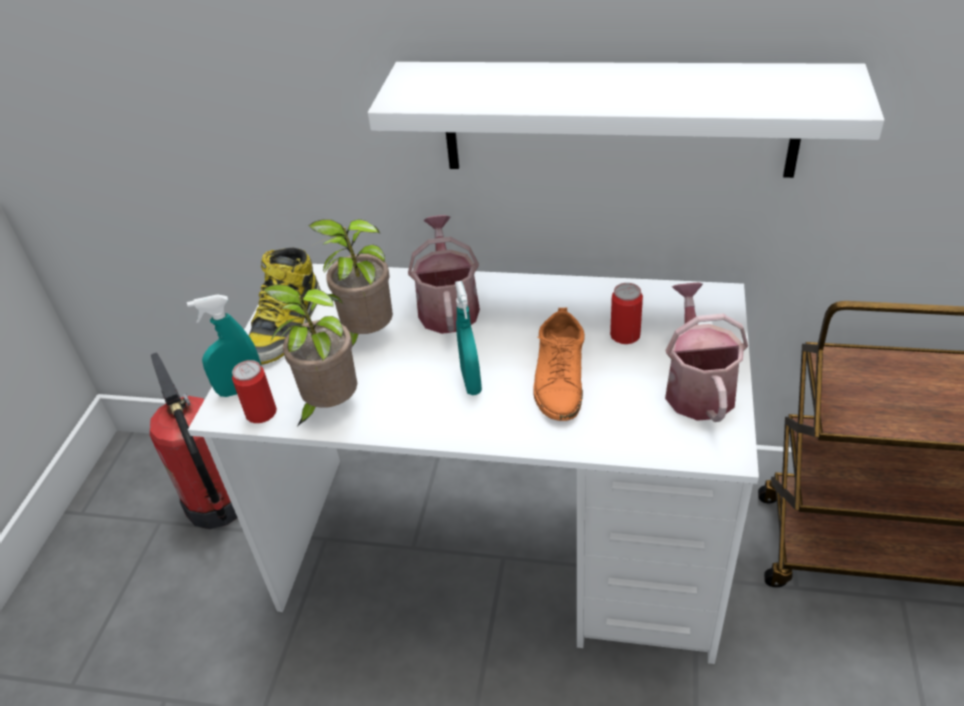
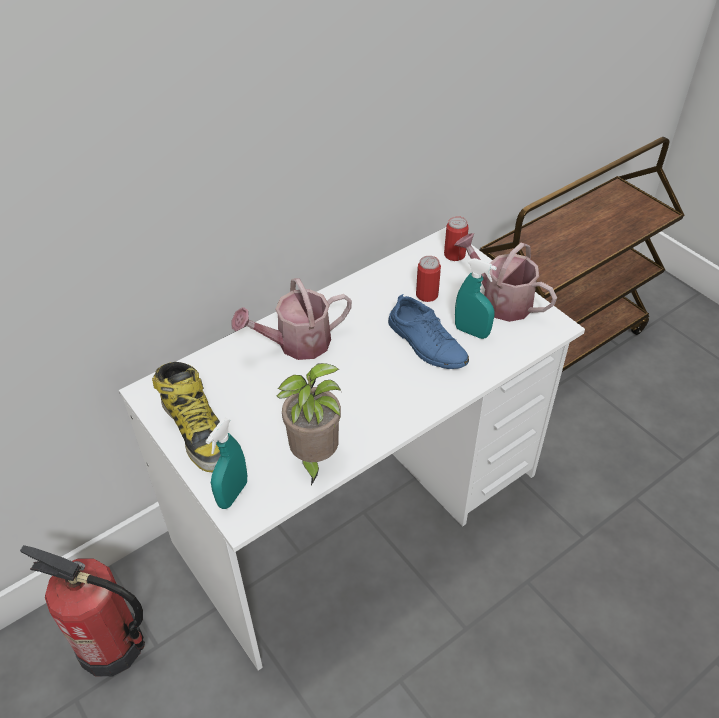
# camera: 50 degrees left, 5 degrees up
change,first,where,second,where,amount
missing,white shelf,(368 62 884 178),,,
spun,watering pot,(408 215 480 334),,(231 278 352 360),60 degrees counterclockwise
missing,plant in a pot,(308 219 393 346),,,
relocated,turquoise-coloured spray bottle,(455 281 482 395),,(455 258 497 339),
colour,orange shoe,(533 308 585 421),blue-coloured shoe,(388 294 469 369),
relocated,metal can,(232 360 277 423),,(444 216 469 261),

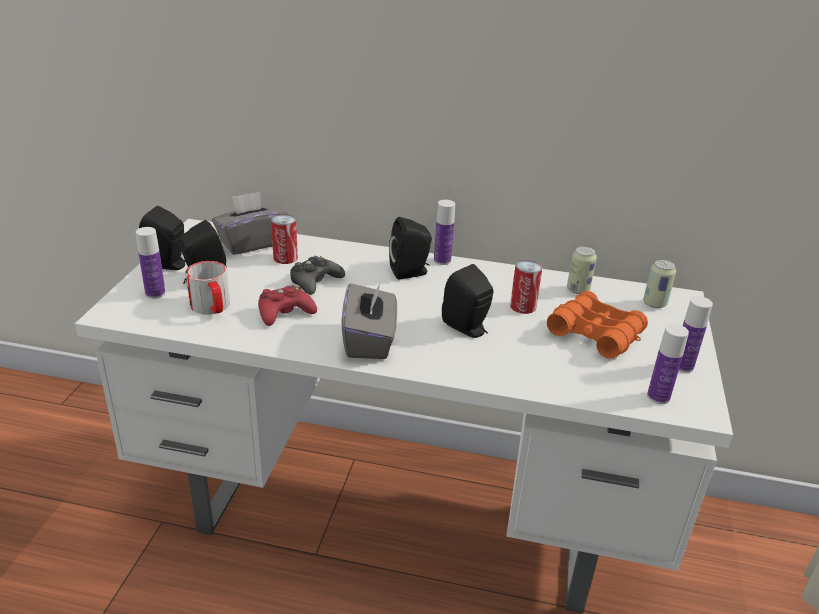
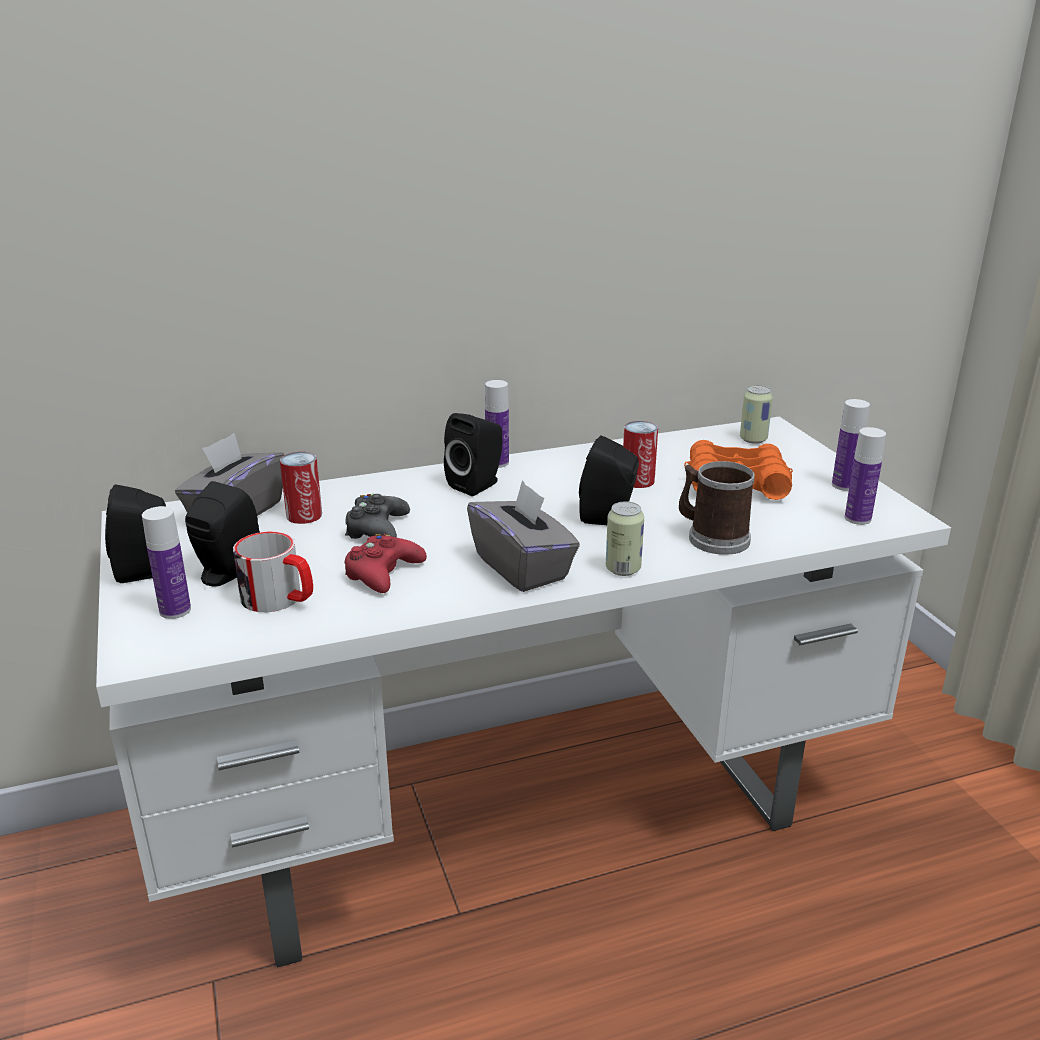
# camera: 30 degrees left, 5 degrees down
change,first,where,second,where,amount
relocated,metal can,(567 246 597 294),,(606 501 644 576),
appeared,,,tea mug,(679 461 755 555),

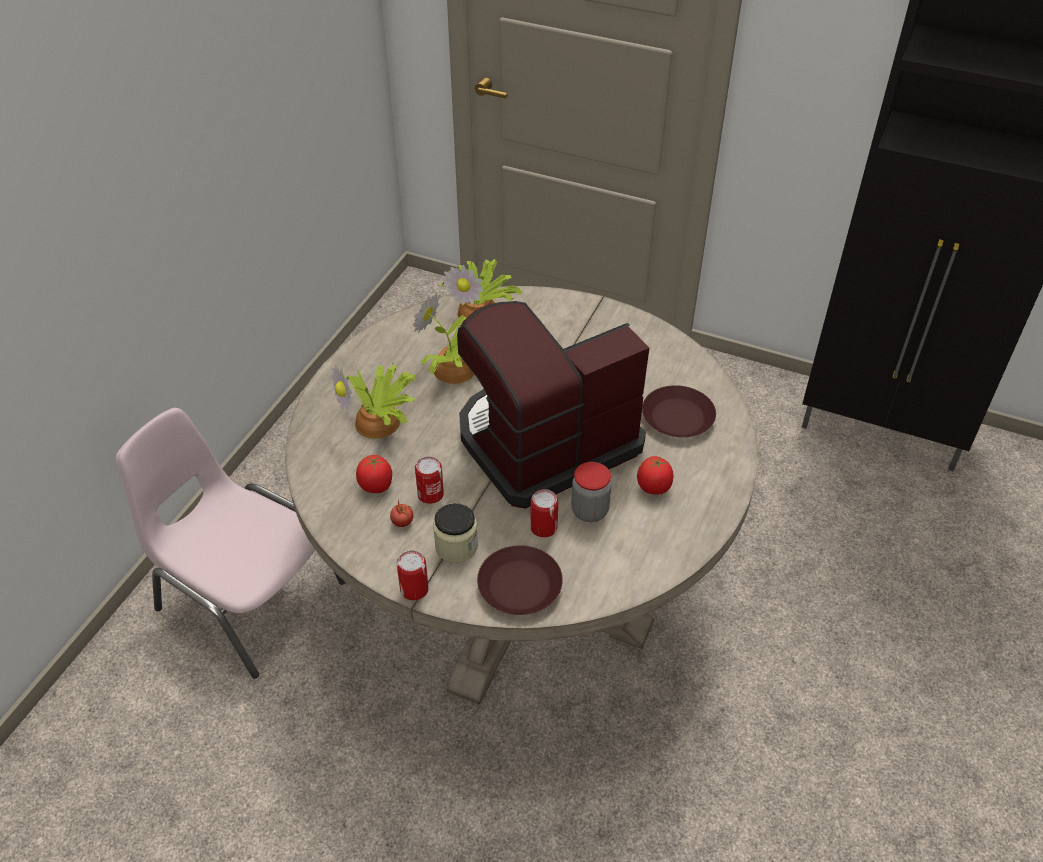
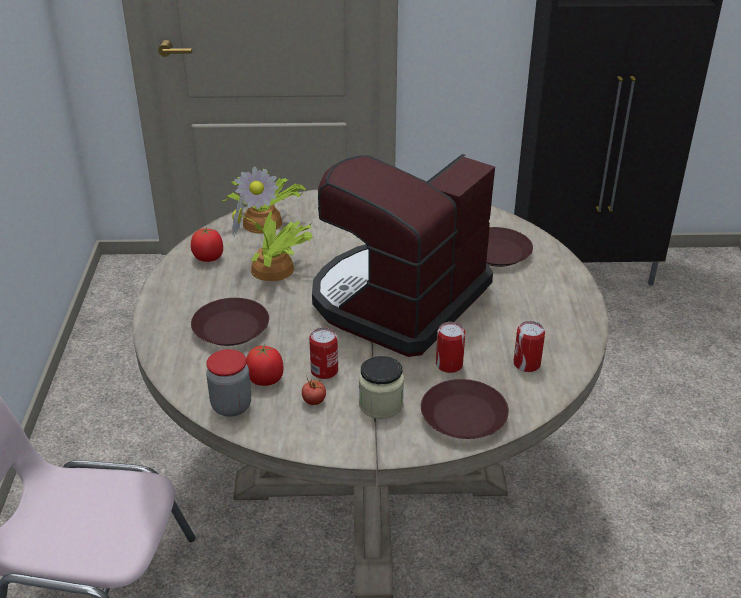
# camera: 25 degrees left, 10 degrees down
change,first,where,second,where,amount
exchanged,plant in a pot,(331 364 415 439),brown flat dish,(191 298 269 346),
relocated,whole tomato,(637 456 673 495),,(191 227 223 262),
relocated,preserve jar,(571 462 612 522),,(206 349 251 417),
relocated,metal can,(397 550 429 600),,(513 321 545 372),

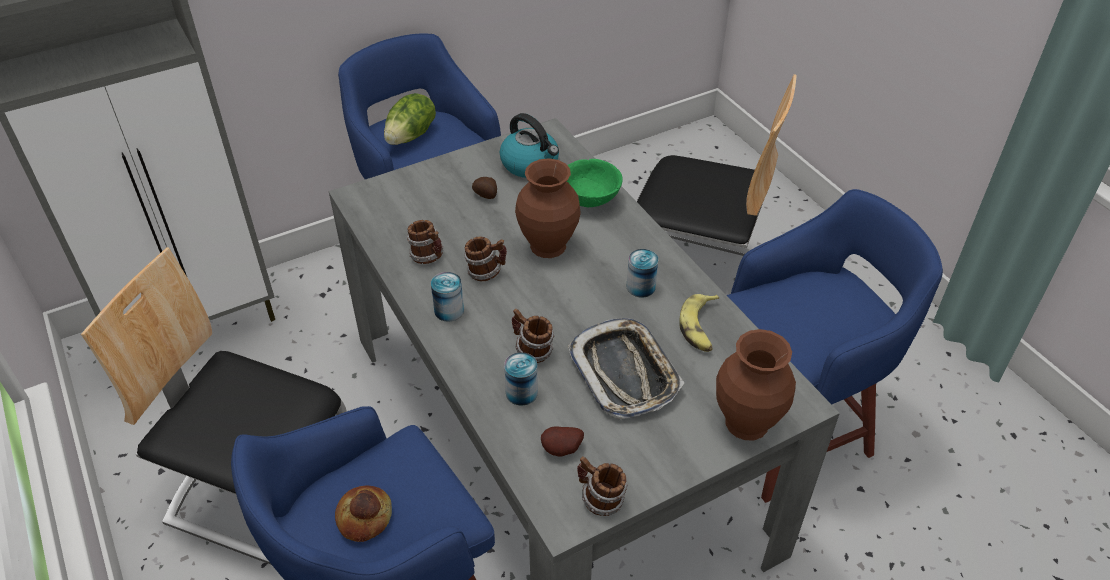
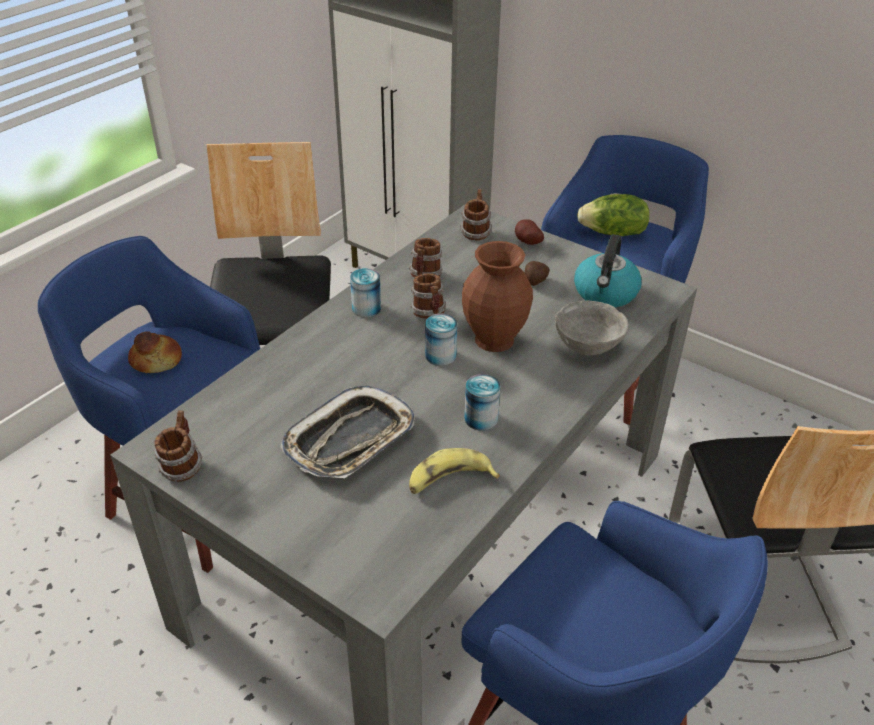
# camera: 65 degrees right, 5 degrees down
change,first,where,second,where,amount
colour,green-coloured deep dish,(567 159 623 208),gray deep dish,(555 301 629 355),
relocated,tea mug,(512 309 555 363),,(460 189 492 240),
missing,brown decorative vase,(716 329 796 440),,,
relocated,metal can,(504 352 538 406),,(425 314 457 366),
relocated,potato,(541 426 584 457),,(515 219 544 245),

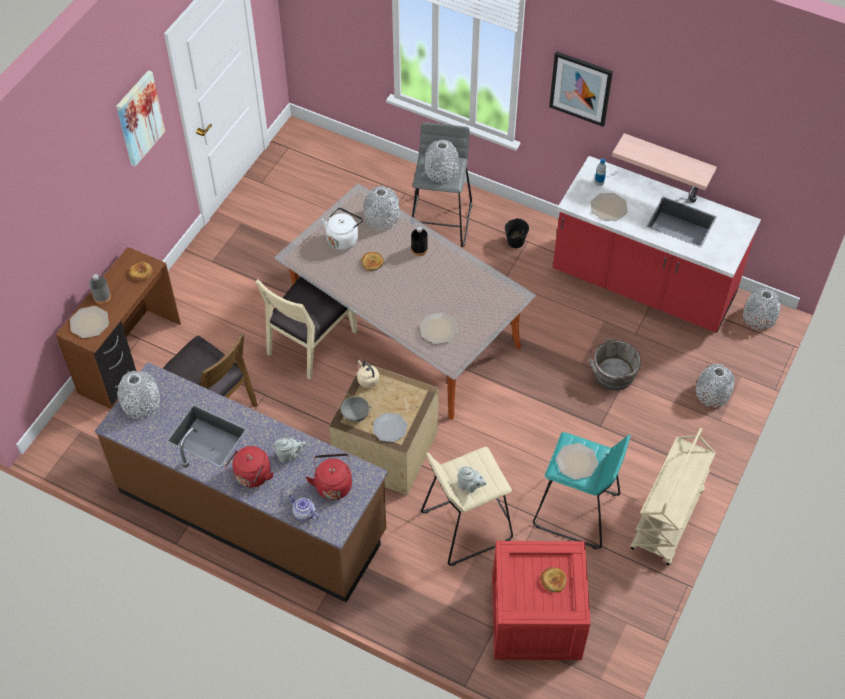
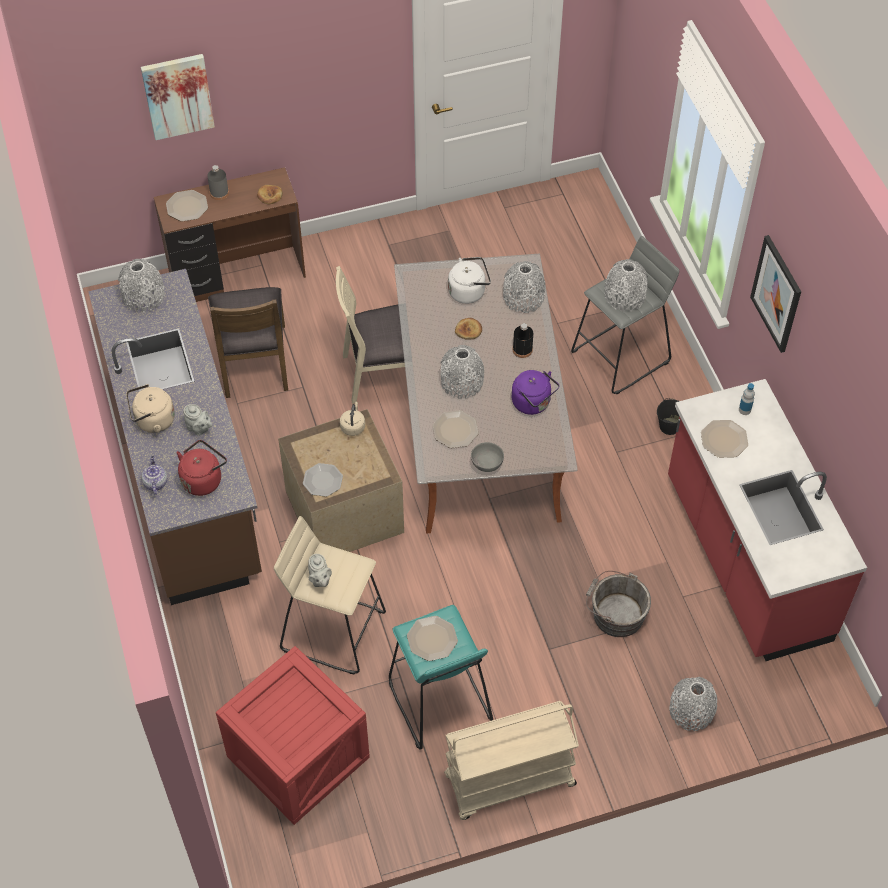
# camera: 45 degrees right, 0 degrees up
change,first,where,second,where,amount
relocated,picture,(116 70 165 166),,(141 54 215 140),
missing,shelf,(612 133 717 190),,,
relocated,gray decorative vase,(743 288 781 330),,(440 345 484 399),
relocated,gray deep dish,(341 396 369 422),,(471 442 504 472),
colour,red water kettle,(225 446 274 487),beige water kettle,(126 384 175 433),
missing,bakery bread,(540 567 567 592),,,
appeared,,,purplish water kettle,(512 370 559 415),

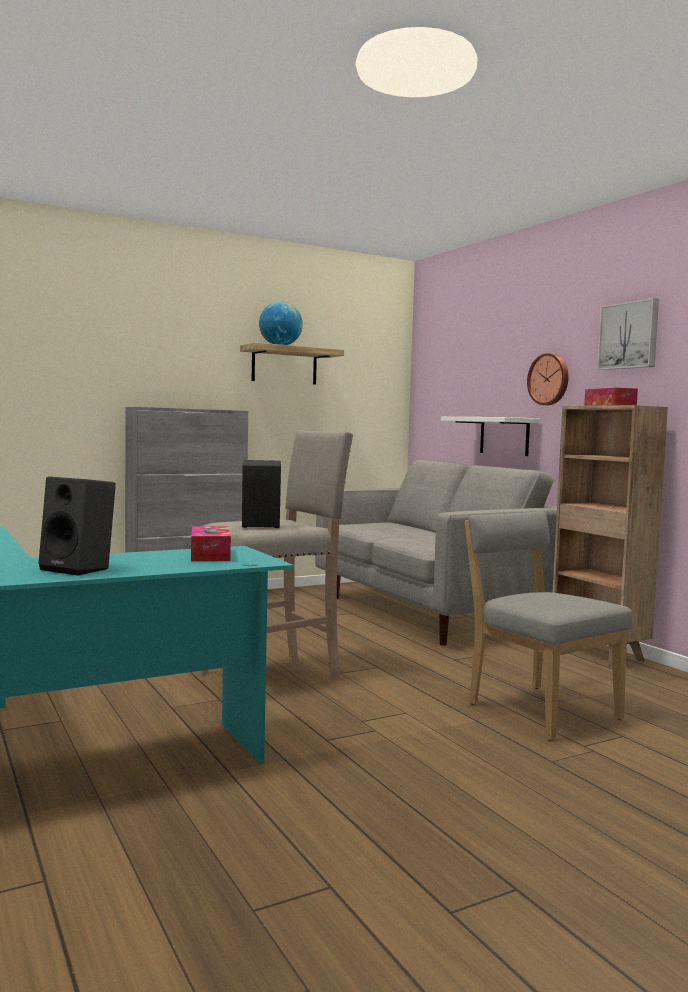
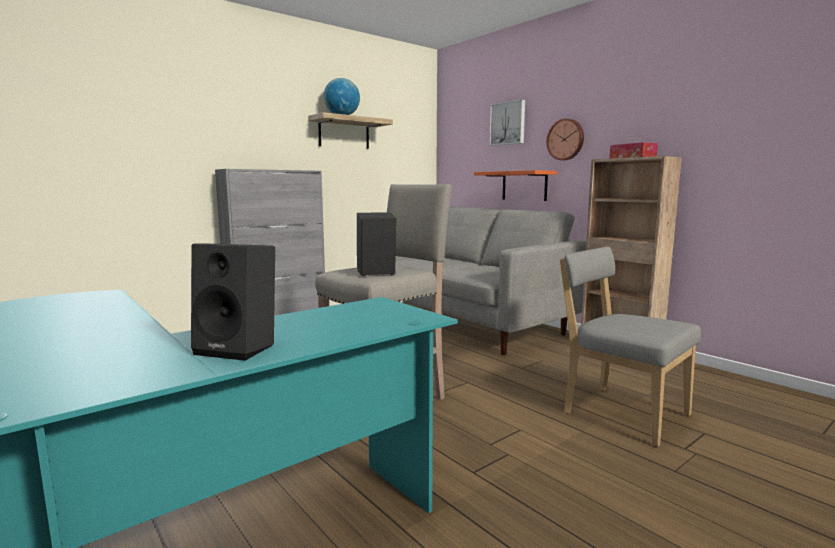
# camera: 10 degrees left, 5 degrees up
change,first,where,second,where,amount
relocated,picture,(597 298 659 370),,(489 99 525 146),
colour,white shelf,(441 417 540 456),orange shelf,(474 170 557 201),
missing,box of tissues,(191 526 231 561),,,

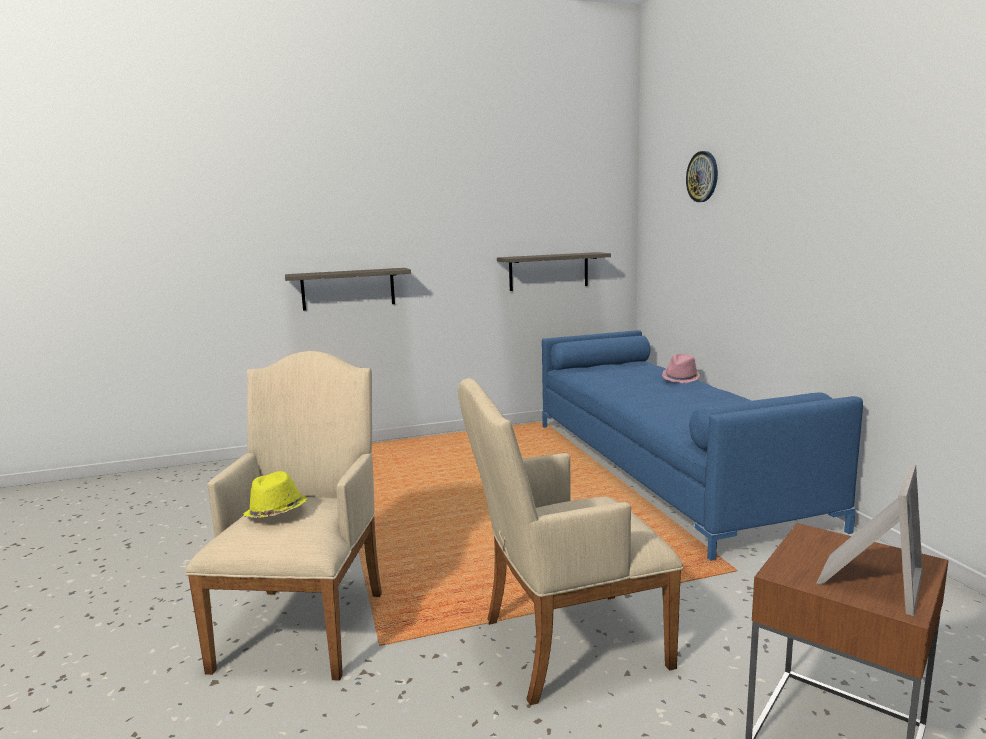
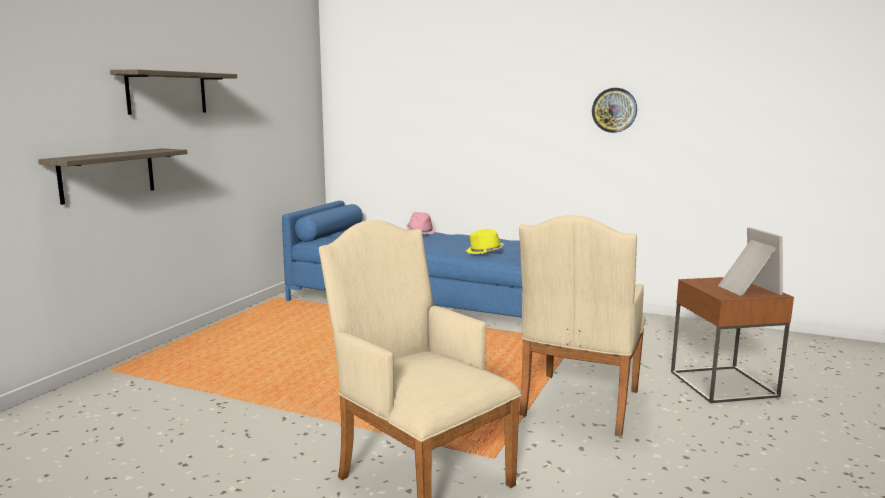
# camera: 50 degrees left, 0 degrees up
change,first,where,second,where,amount
relocated,clock on the wall,(686 151 718 202),,(592 88 637 133),
relocated,shelf,(497 252 611 291),,(110 69 237 115),
relocated,yellow clothing hat,(243 471 307 518),,(466 229 504 254),

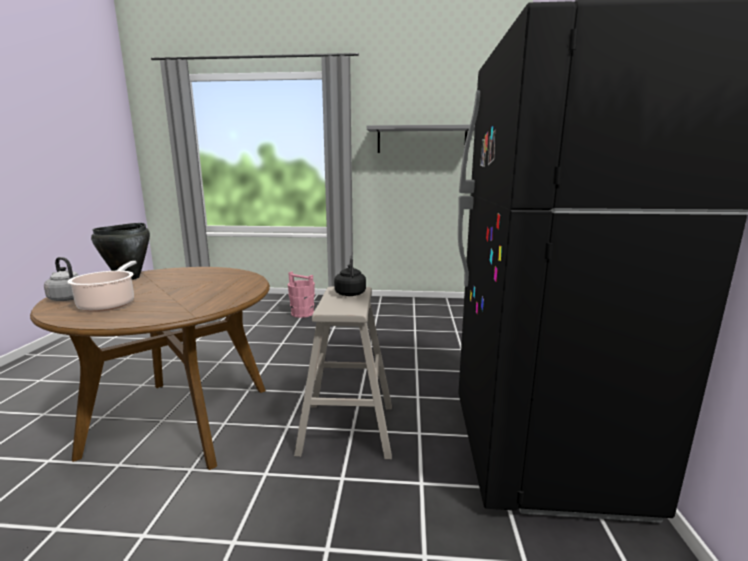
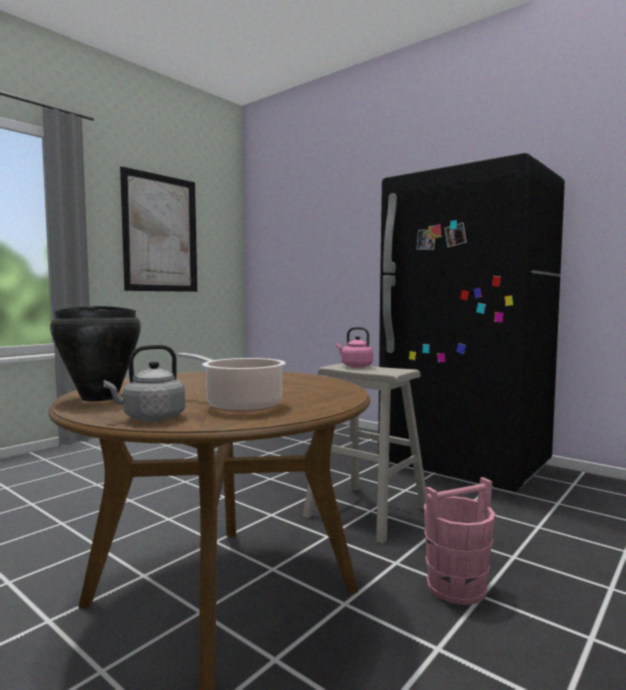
# camera: 55 degrees left, 10 degrees down
change,first,where,second,where,amount
exchanged,gray shelf,(367 125 475 153),picture,(120 166 197 292),
colour,blackish water kettle,(334 255 366 296),pink-coloured water kettle,(336 327 373 368),
relocated,pink-coloured bucket,(288 272 315 318),,(424 477 495 605),

